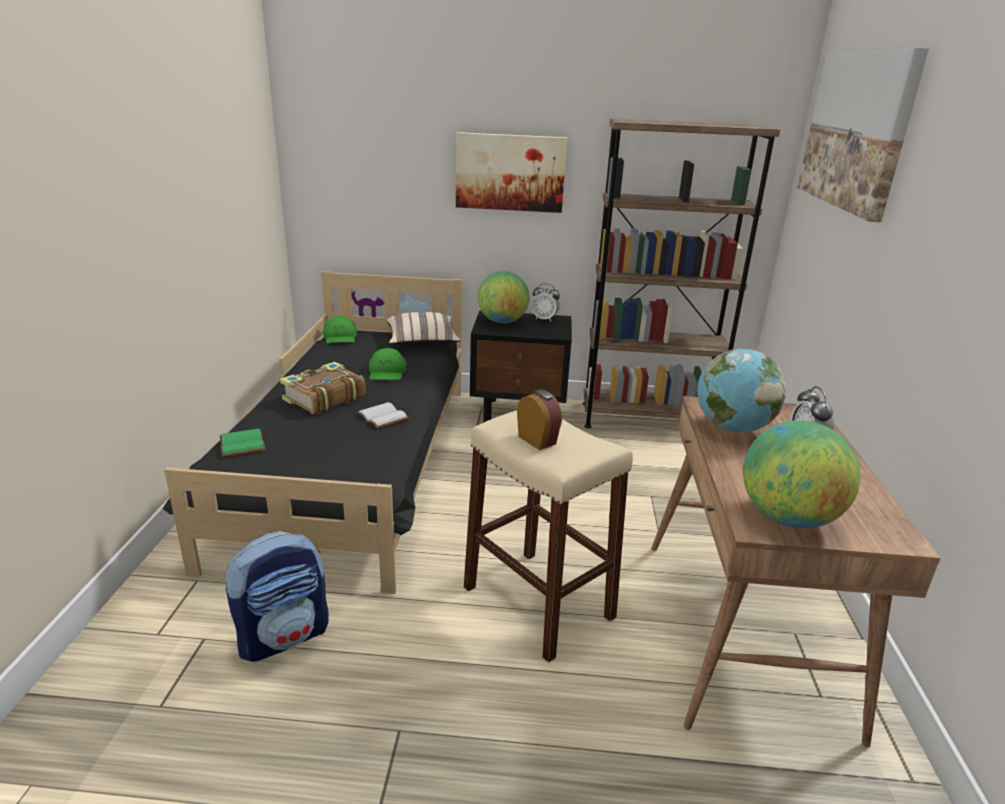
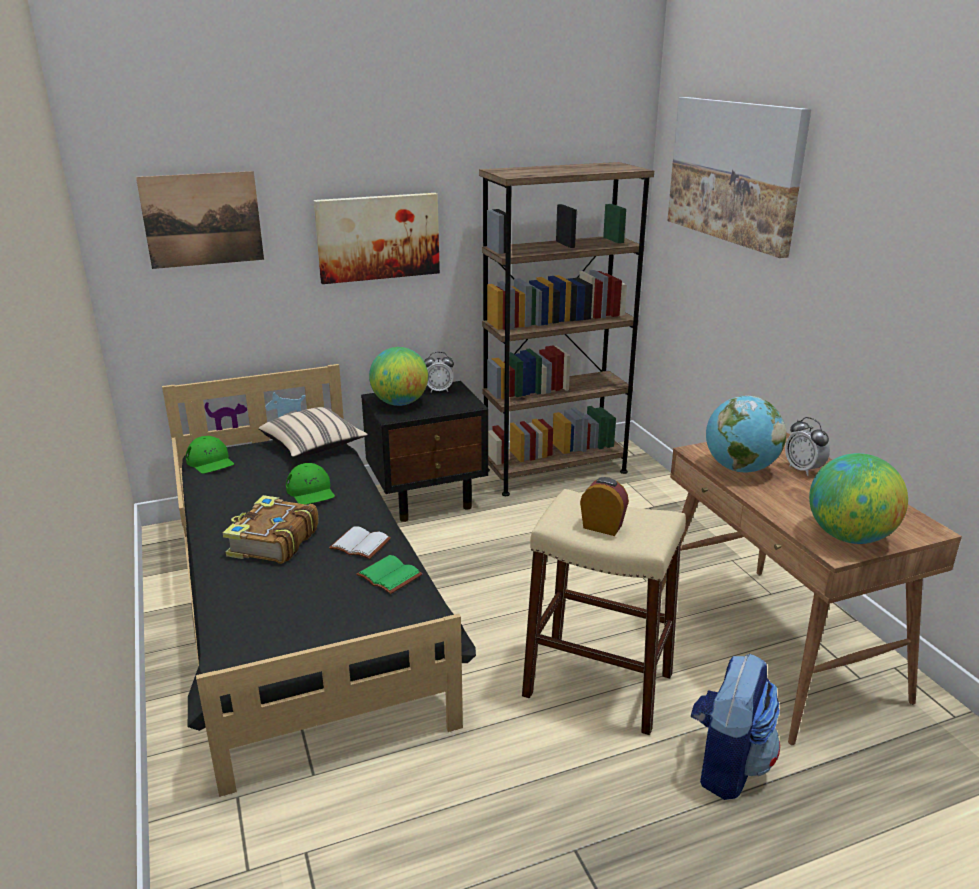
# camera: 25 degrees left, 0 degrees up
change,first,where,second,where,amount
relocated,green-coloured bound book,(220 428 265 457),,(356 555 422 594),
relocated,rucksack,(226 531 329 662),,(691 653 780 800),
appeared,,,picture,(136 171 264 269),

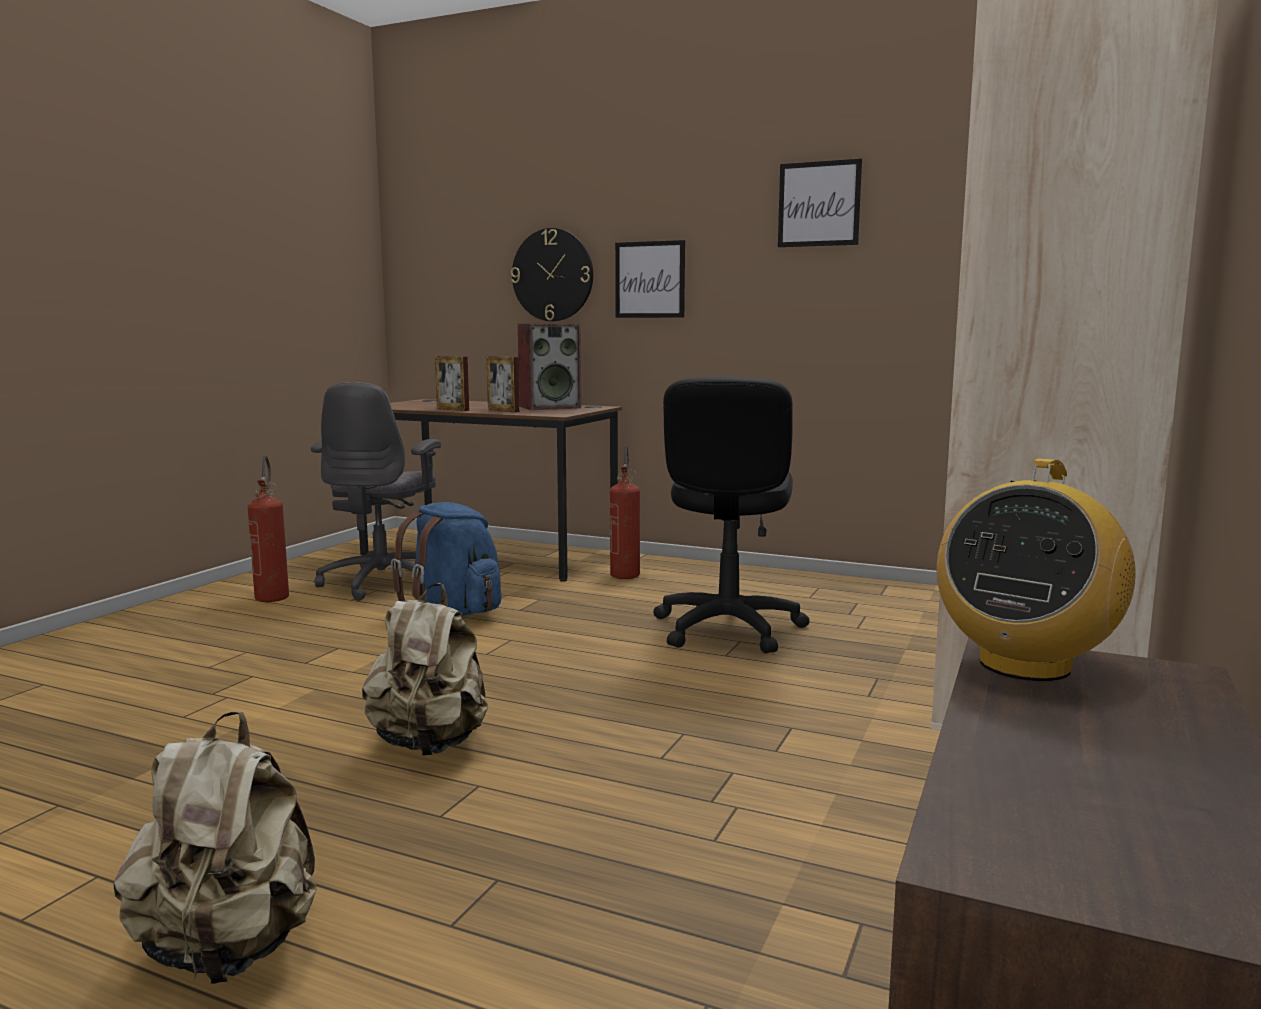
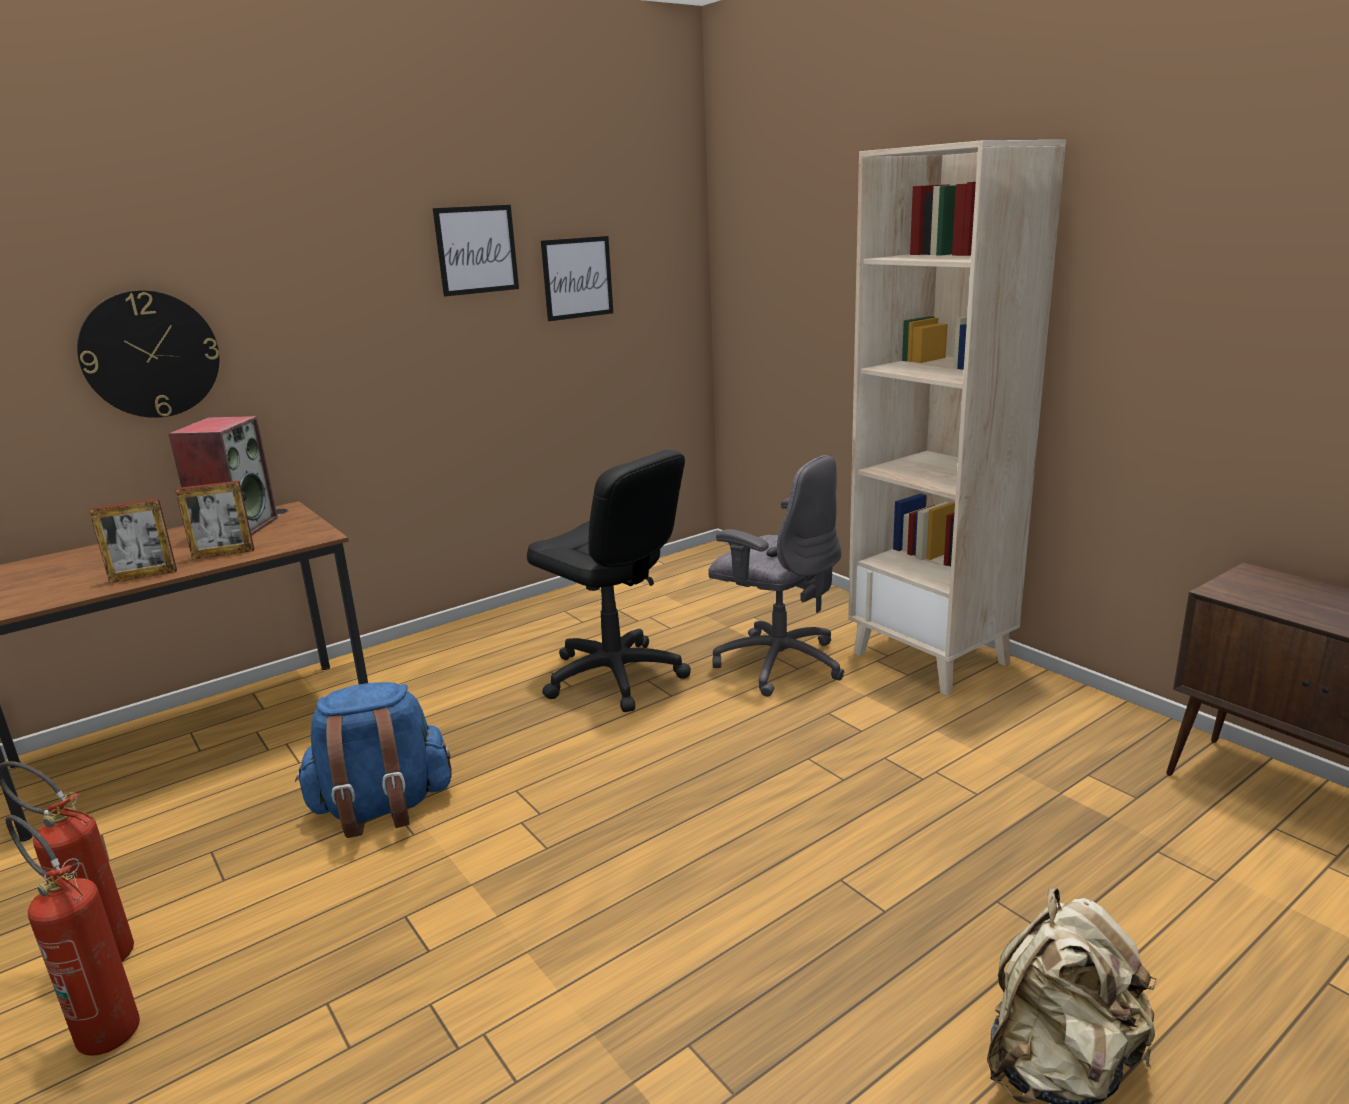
# camera: 60 degrees left, 10 degrees up
change,first,where,second,where,amount
relocated,picture,(615 240 685 318),,(541 236 613 321),
relocated,gray computer chair,(311 382 441 601),,(708 455 845 697),
relocated,extinguisher,(610 445 640 579),,(5 815 140 1056),
missing,radio,(937 458 1136 681),,,
missing,beige rucksack,(362 583 488 756),,,

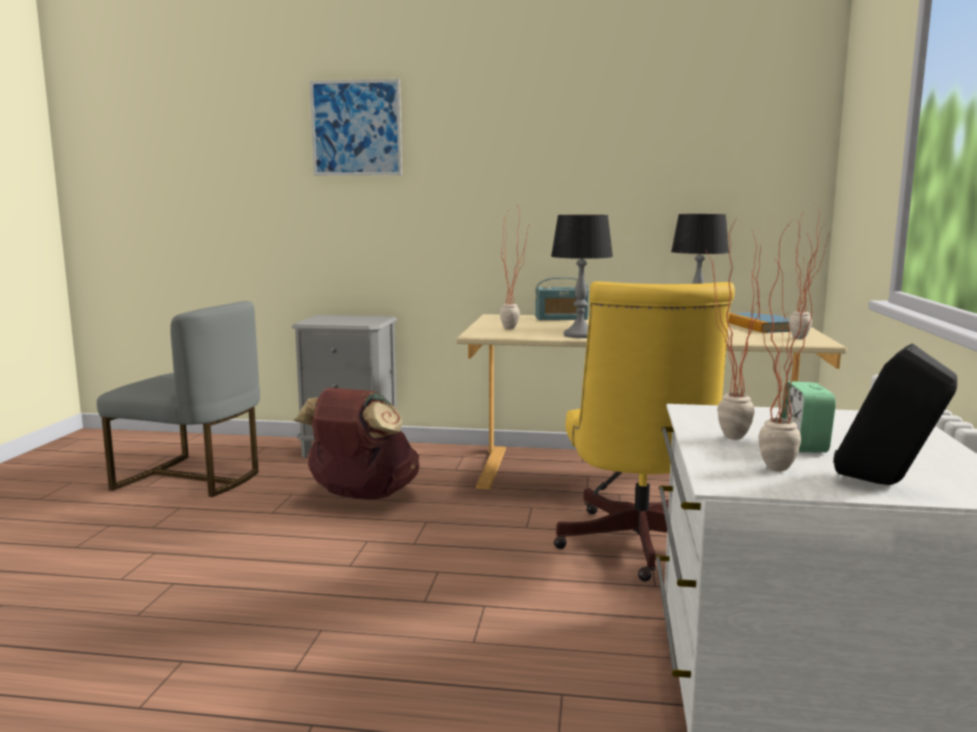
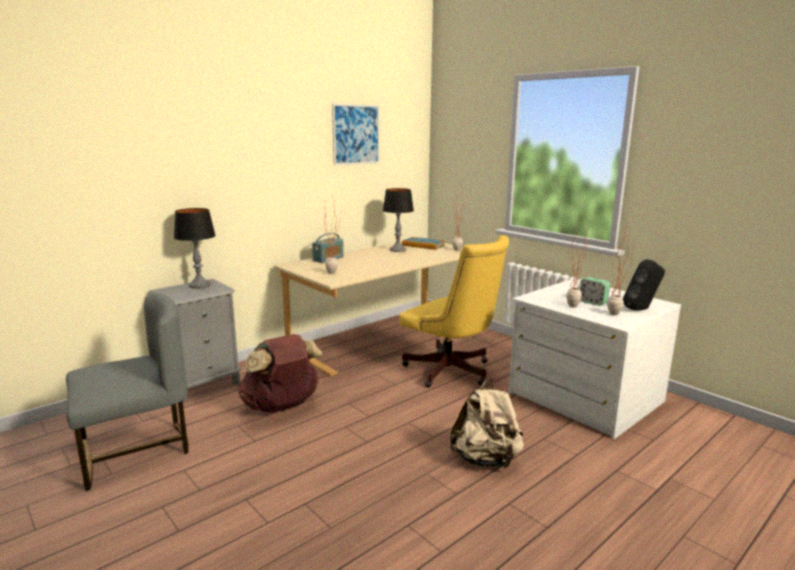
# camera: 50 degrees left, 5 degrees up
change,first,where,second,where,amount
relocated,picture,(310 79 402 176),,(332 104 380 165),
relocated,table lamp,(551 215 613 338),,(174 208 216 289),
appeared,,,beige rucksack,(450 379 524 468),

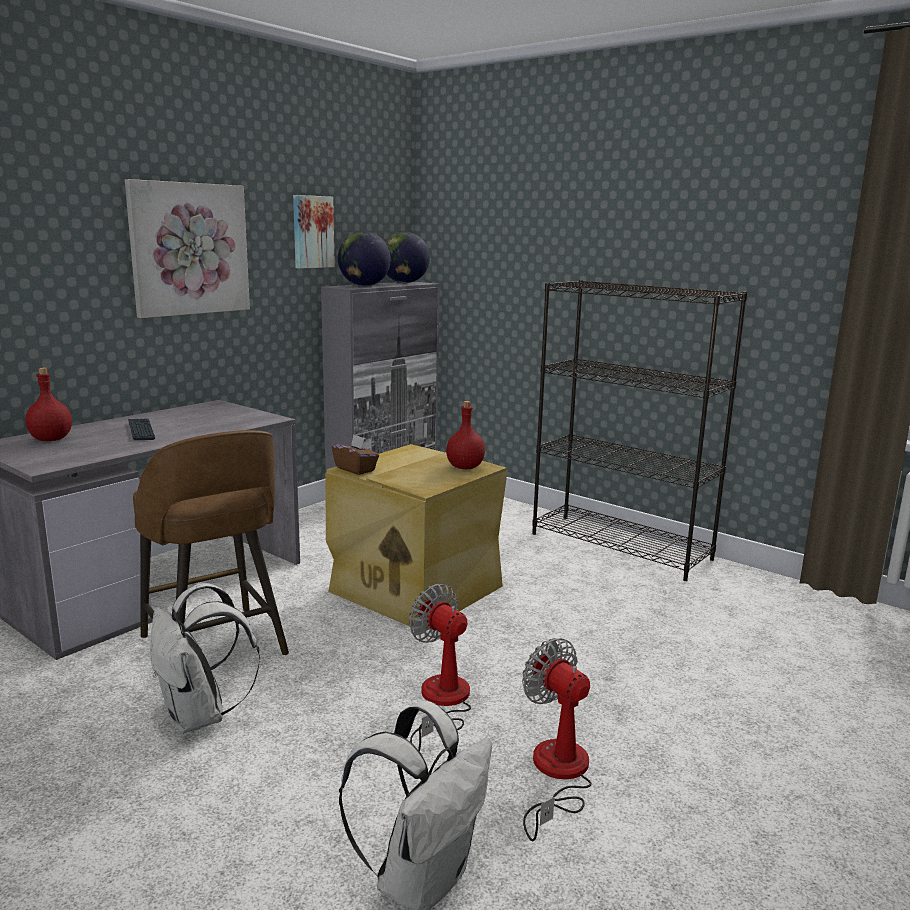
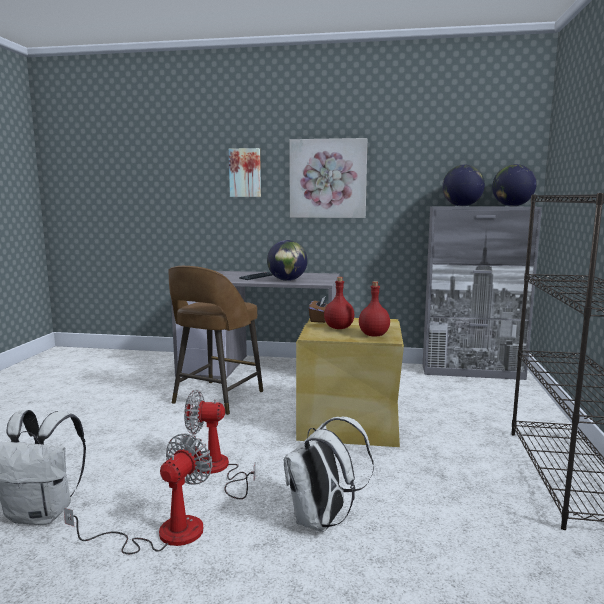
# camera: 60 degrees right, 5 degrees down
change,first,where,second,where,amount
relocated,picture,(293 195 335 269),,(229 148 261 197),
relocated,red drink bottle,(25 367 72 441),,(324 277 354 329),
relocated,white rucksack,(150 583 260 734),,(284 416 374 532),
spun,cooling fan,(409 584 471 752),,(184 390 256 499),105 degrees counterclockwise
appeared,,,world globe,(267 240 308 281),

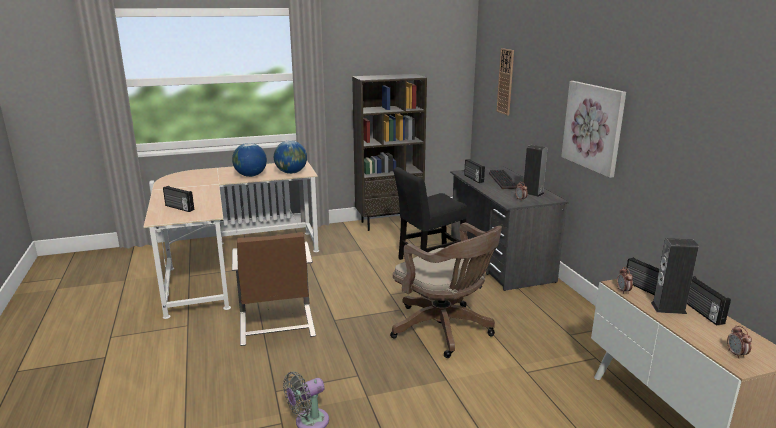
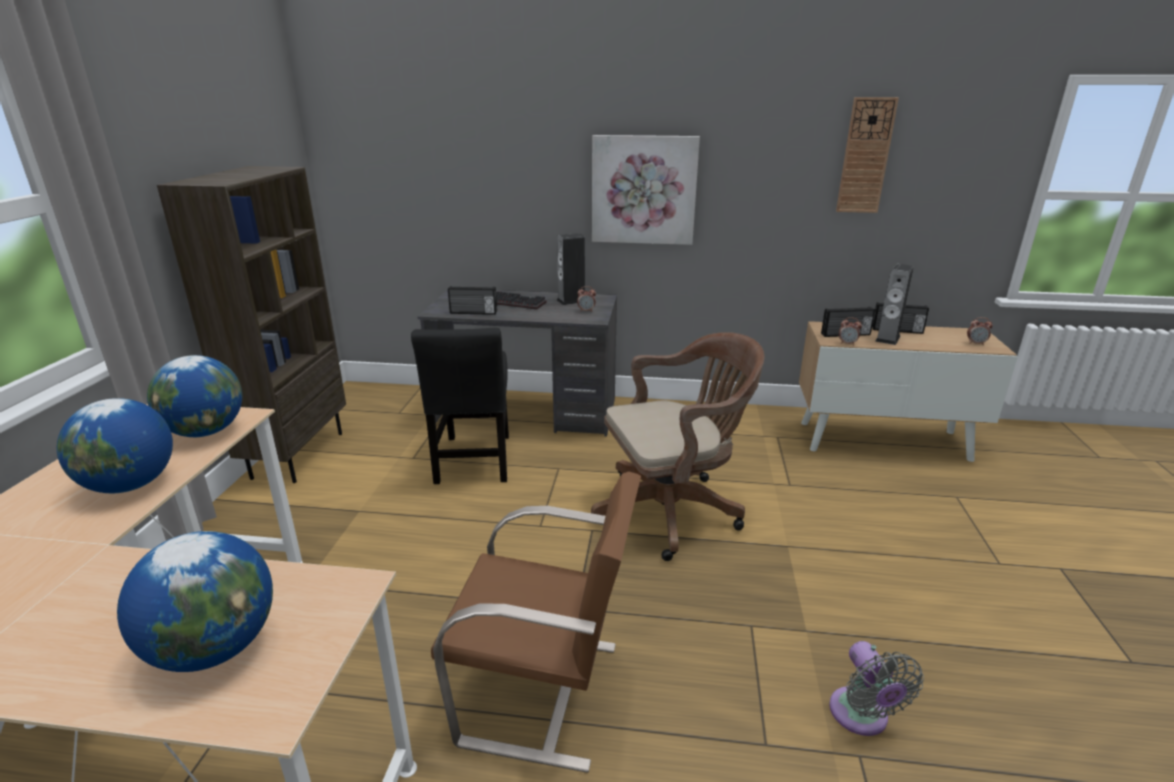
# camera: 65 degrees left, 5 degrees up
change,first,where,second,where,amount
relocated,clock on the wall,(497 48 514 116),,(836 97 899 213),
exchanged,radio,(163 186 194 212),world globe,(117 531 273 672),

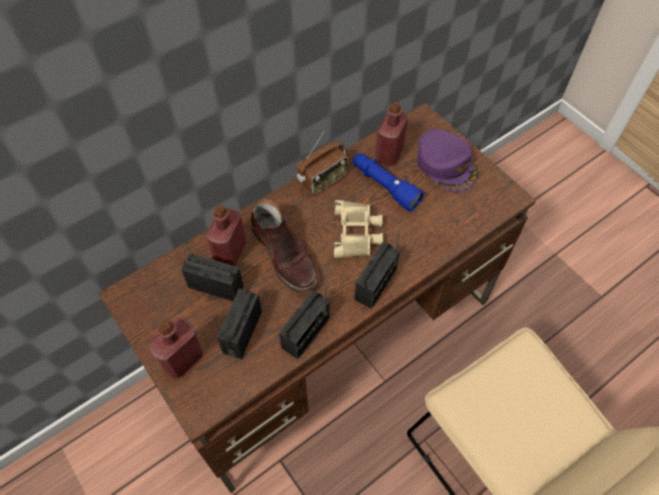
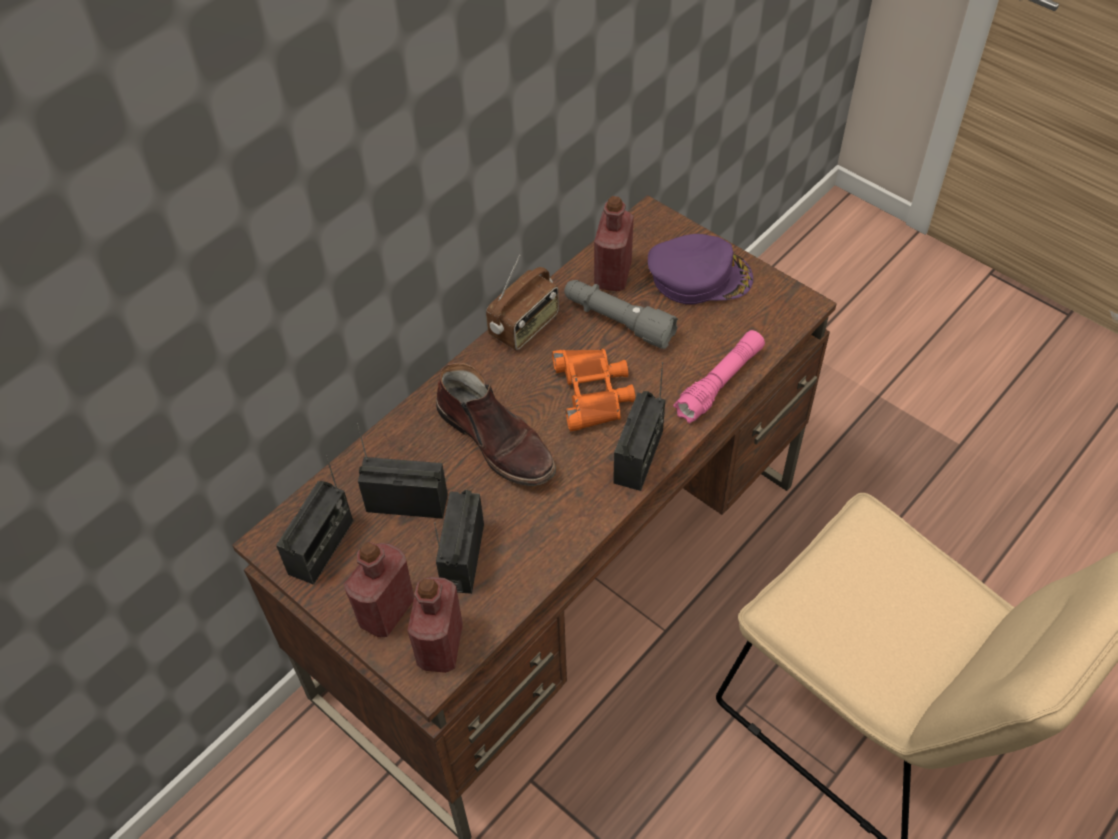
# camera: 10 degrees left, 5 degrees down
change,first,where,second,where,amount
spun,purplish baseball cap,(417 129 478 192),,(648 234 753 305),45 degrees counterclockwise
colour,blue-coloured torch,(353 154 424 211),gray torch,(564 280 678 349),
colour,beige pair of binoculars,(334 200 383 258),orange pair of binoculars,(552 349 636 431),
relocated,red drink bottle,(206 205 246 266),,(407 577 463 673),
relocated,radio,(279 280 330 359),,(276 455 353 585),
appeared,,,pink-coloured torch,(673 330 765 423),

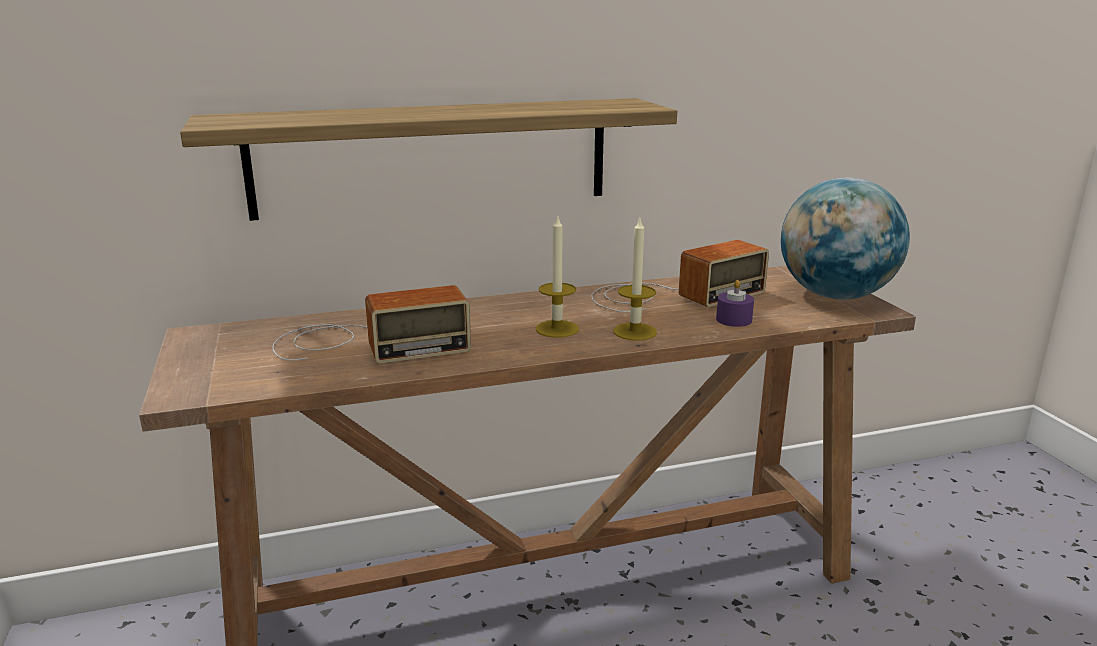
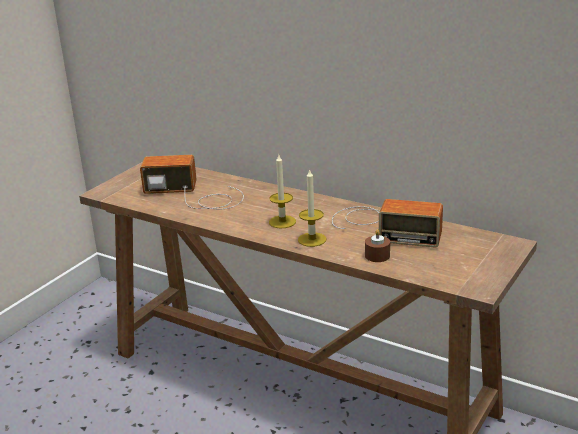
# camera: 50 degrees right, 5 degrees up
change,first,where,second,where,amount
missing,shelf,(180 98 677 221),,,
missing,world globe,(781 177 910 300),,,
colour,purplish wax light,(716 280 754 327),brown wax light,(365 229 390 262),
spun,radio,(272 285 471 364),,(140 155 244 209),150 degrees clockwise

